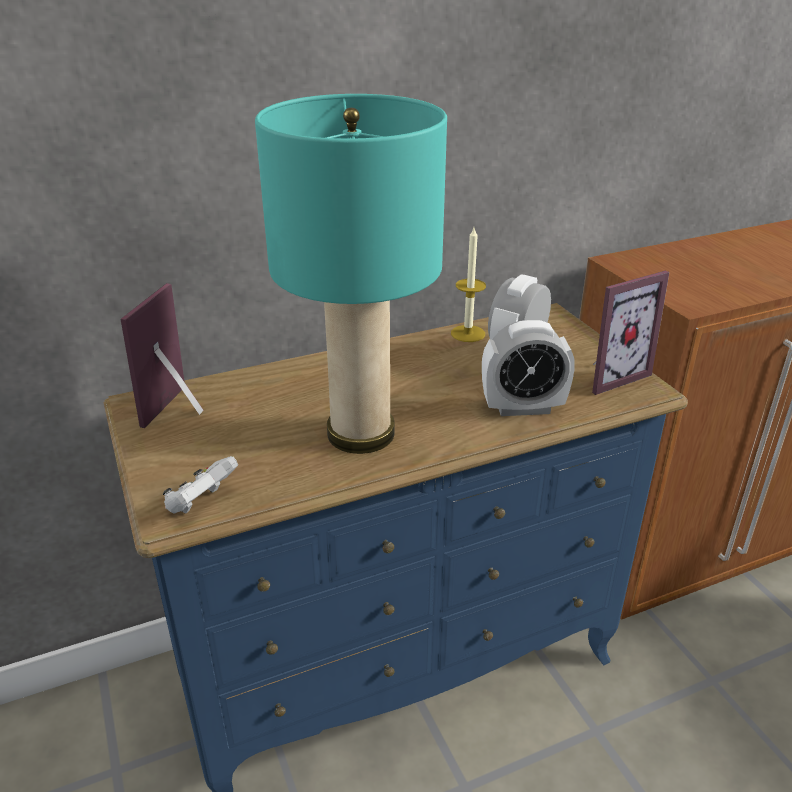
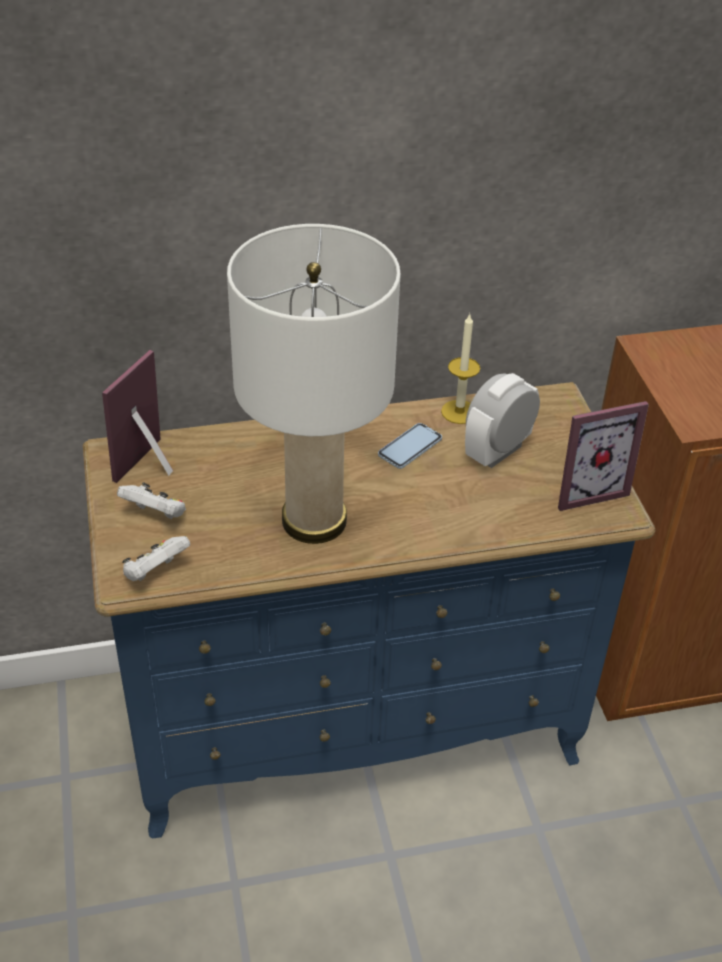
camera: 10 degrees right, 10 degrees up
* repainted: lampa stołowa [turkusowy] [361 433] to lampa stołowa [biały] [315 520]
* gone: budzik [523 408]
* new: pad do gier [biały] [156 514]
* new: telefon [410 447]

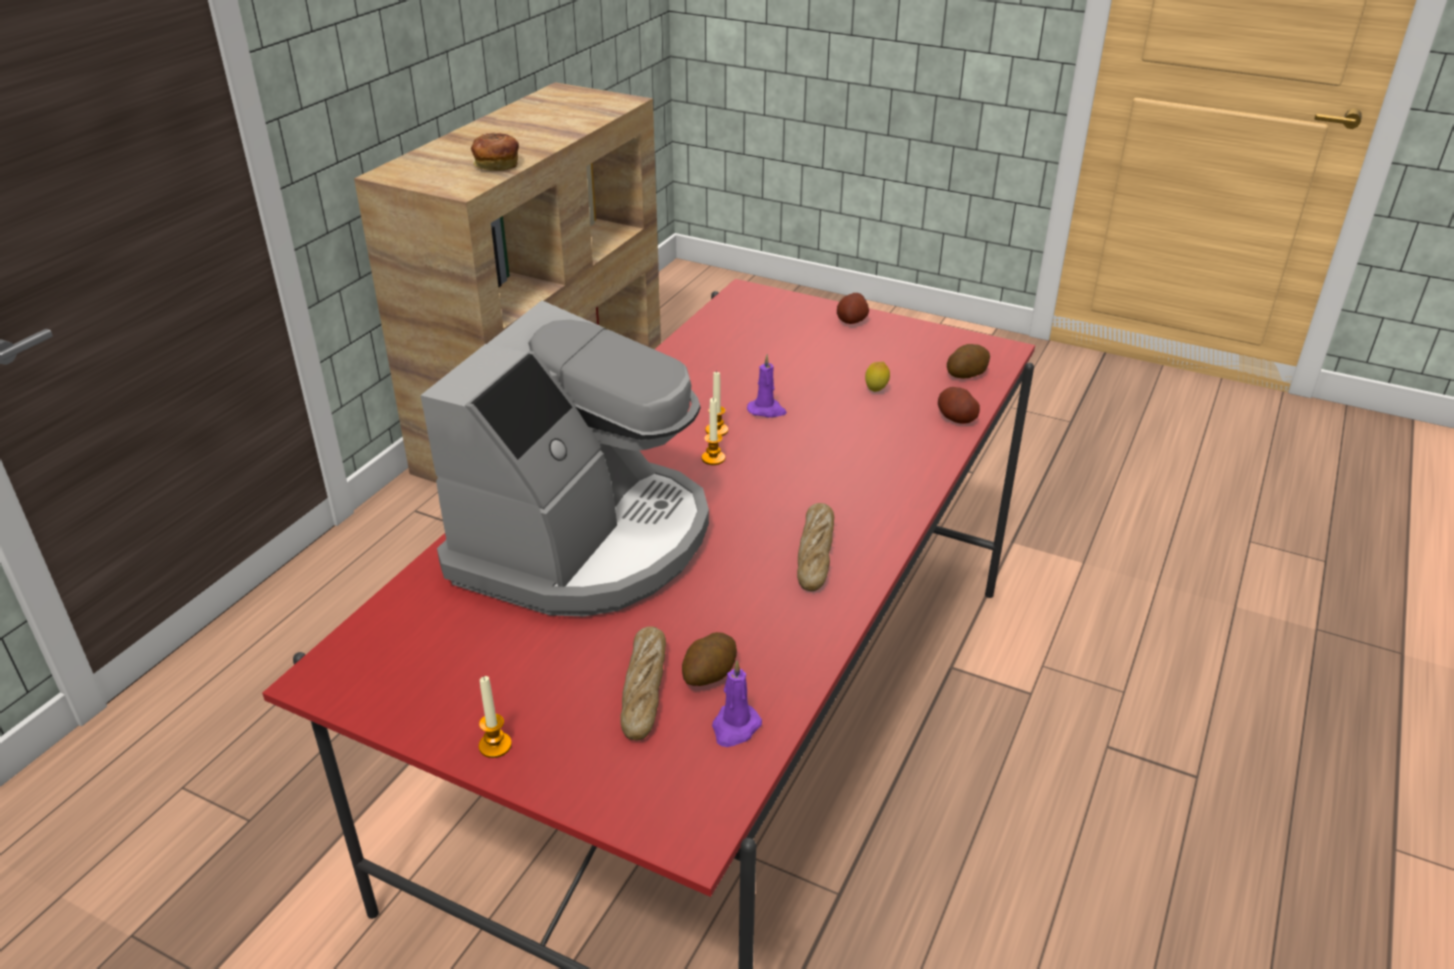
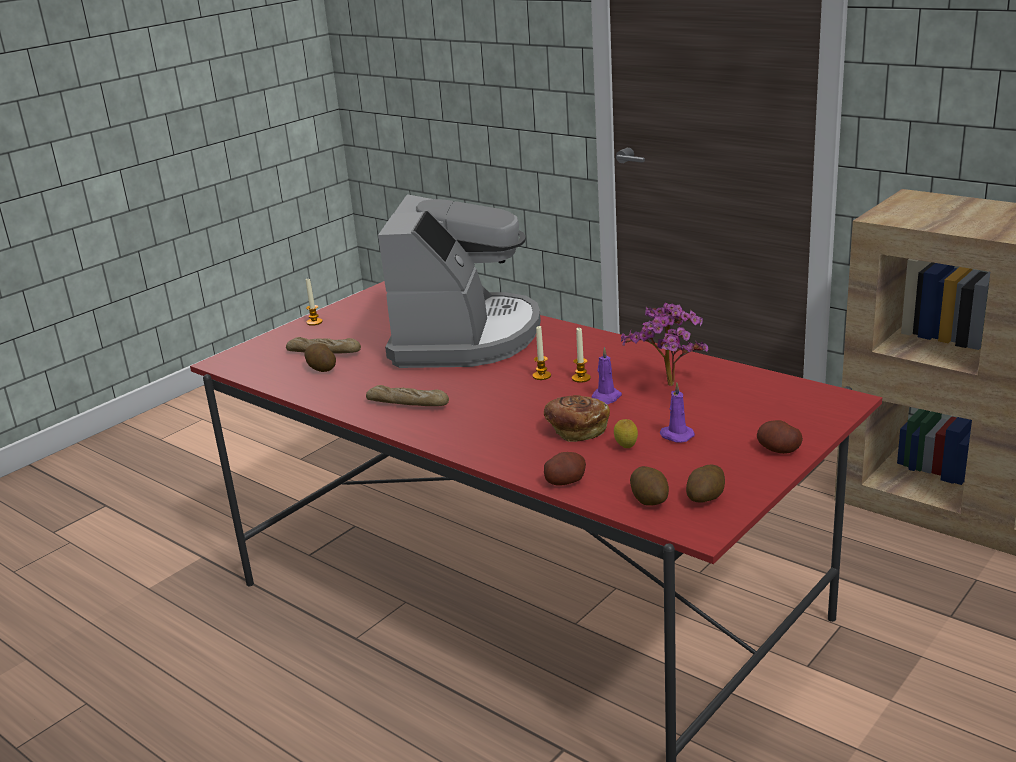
camera: 105 degrees right, 10 degrees down
* rotated: ekspres do kawy [584 541] = [464 337] 120 degrees counterclockwise
* shifted: chleb [496 165] to [576 430]
* shifted: świeca [fioletowy] [735 728] to [675 435]
* new: roślina doniczkowa [668 388]
* new: ziemniak [705 498]

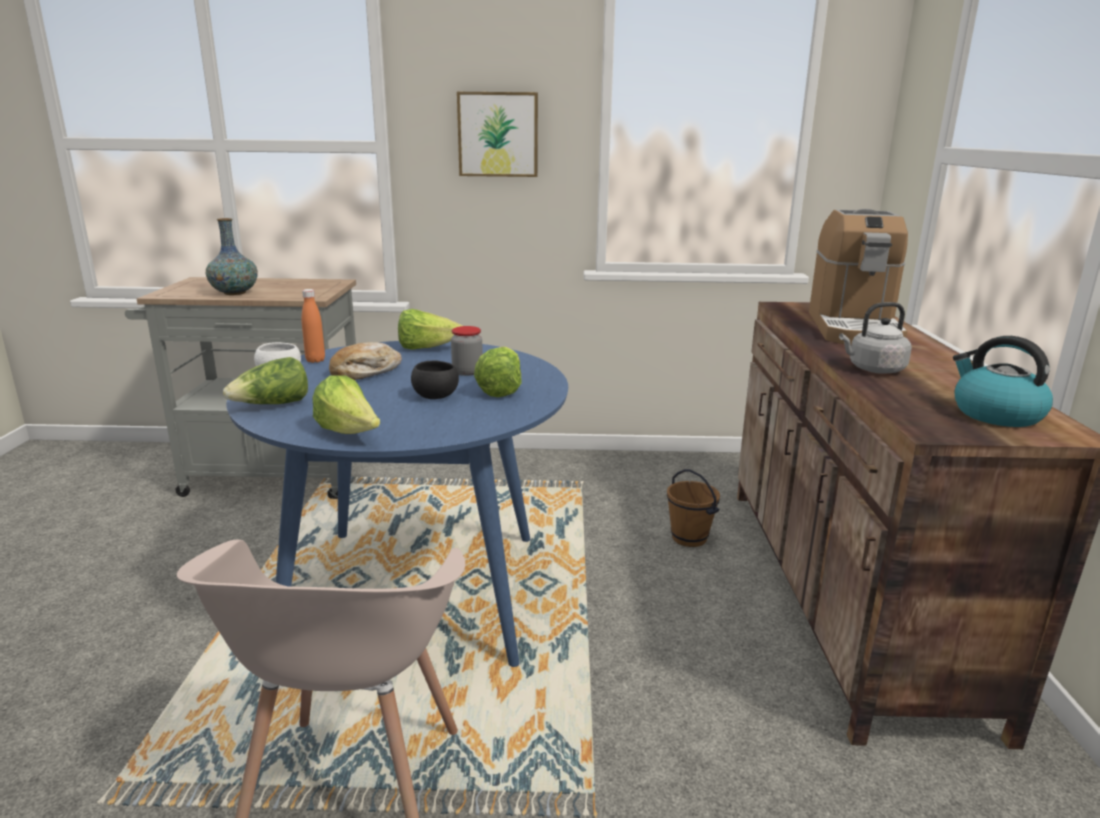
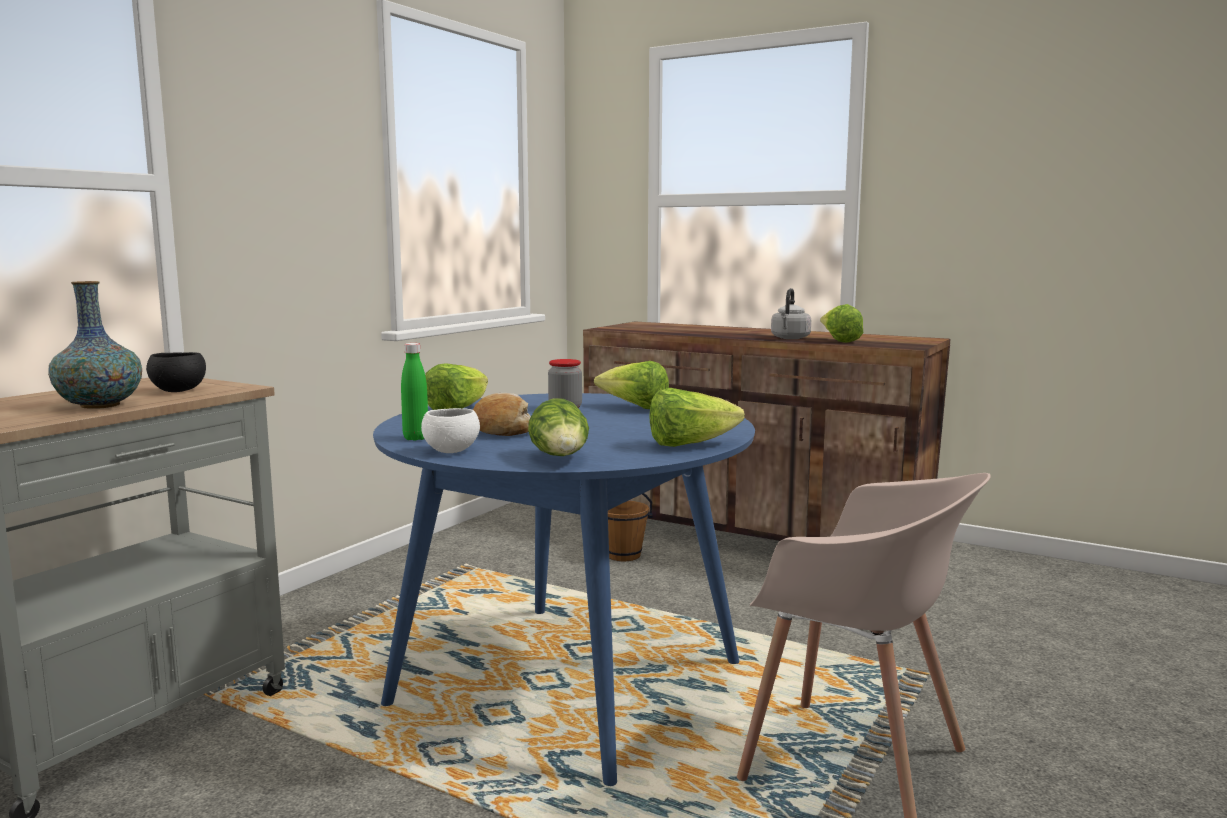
camera: 60 degrees left, 10 degrees down
* repainted: butelka [pomarańczowy] [315 360] to butelka [zielony] [416 438]
* shifted: miska [czarny] [435 397] to [179 391]
* gone: obraz [498 134]
* gone: ekspres do kawy [853 328]
* gone: czajnik [995 414]
* new: sałata [838 341]

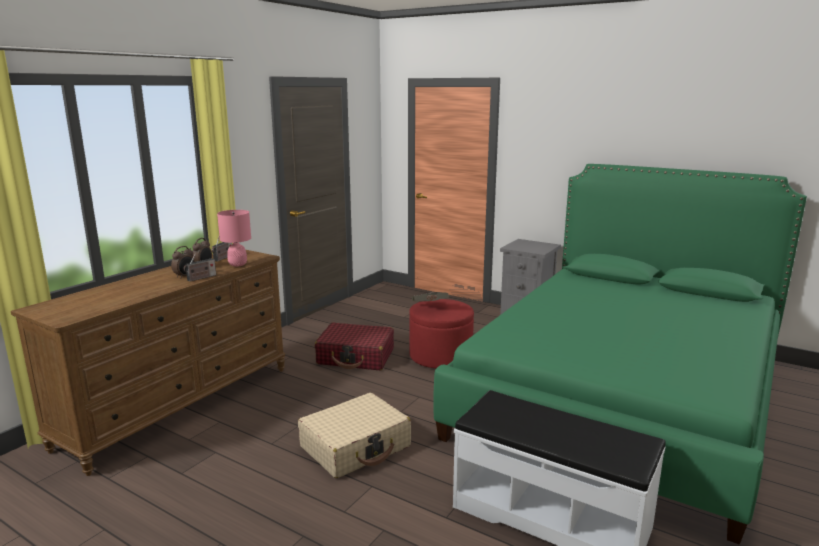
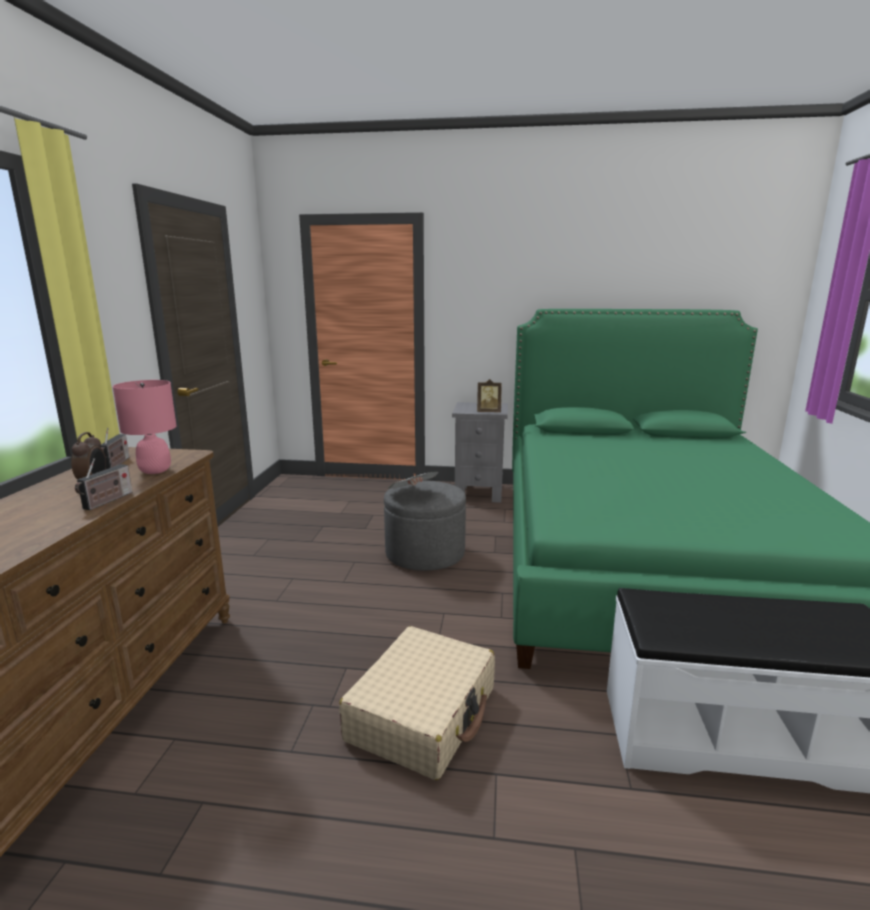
camera: 25 degrees left, 0 degrees up
* gone: budzik [185 276]
* gone: walizka [czerwony] [356 357]
* repainted: pufa [czerwony] [440 356] to pufa [szary] [425 553]
* new: ramka na zdjęcie [488 412]

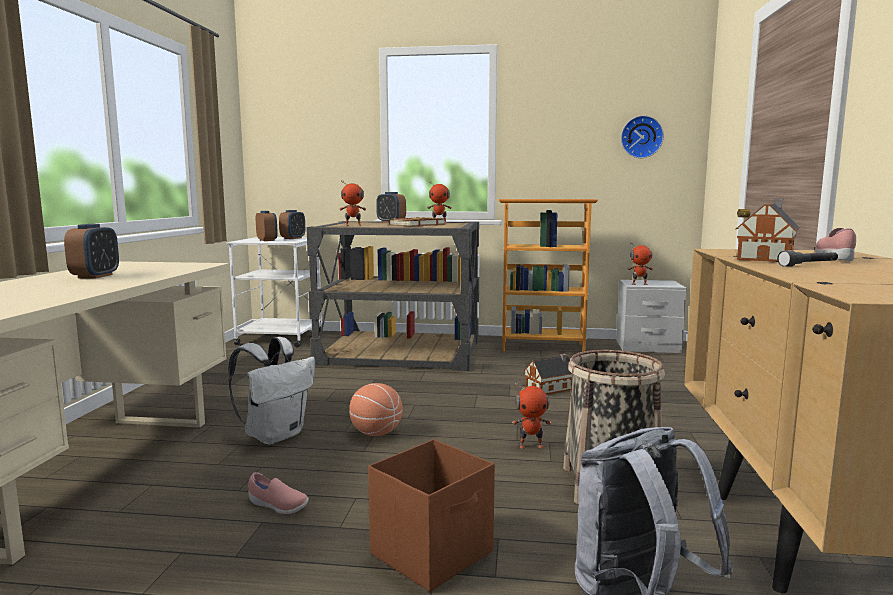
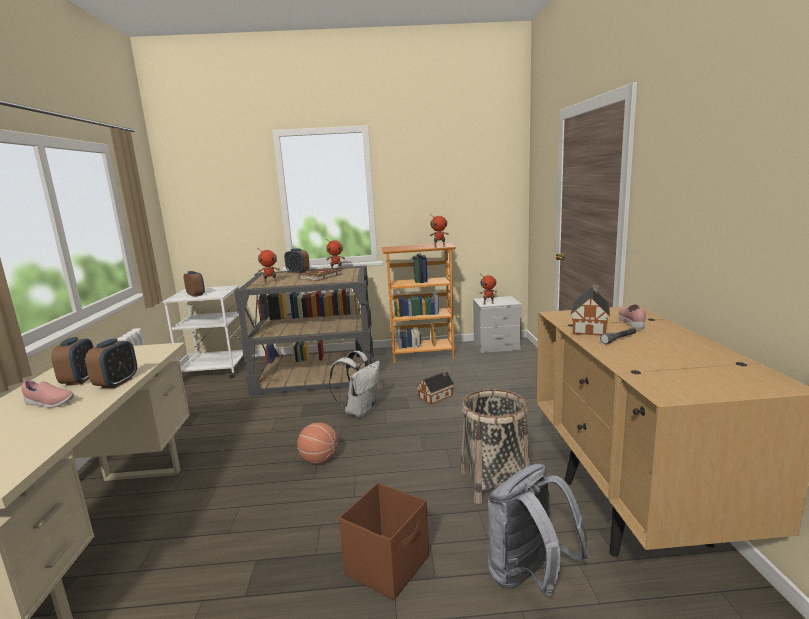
camera: 10 degrees left, 5 degrees up
* shifted: plecak [biały] [275 435] to [360 411]
* shifted: but [różowy] [277 506] to [49 403]
* shifted: budzik [293 238] to [117 383]
* shifted: robot zabawkowy [531 446] to [439 246]
* gone: zegar ścienny [641 137]

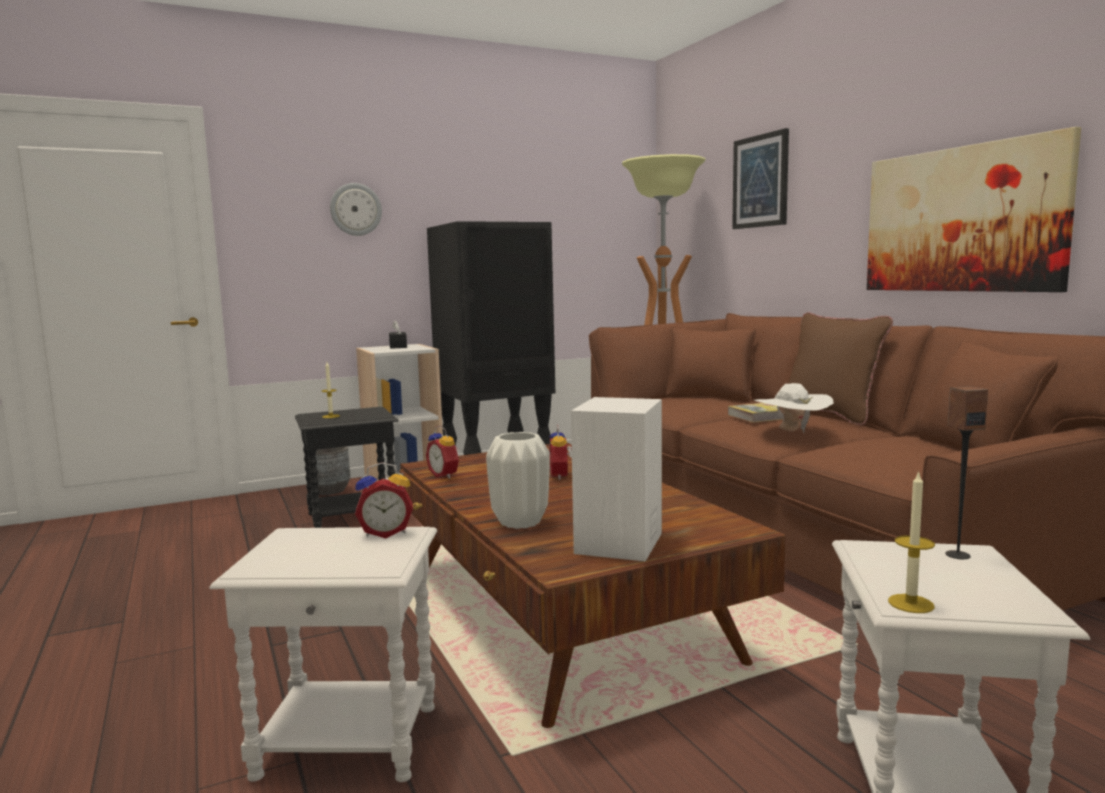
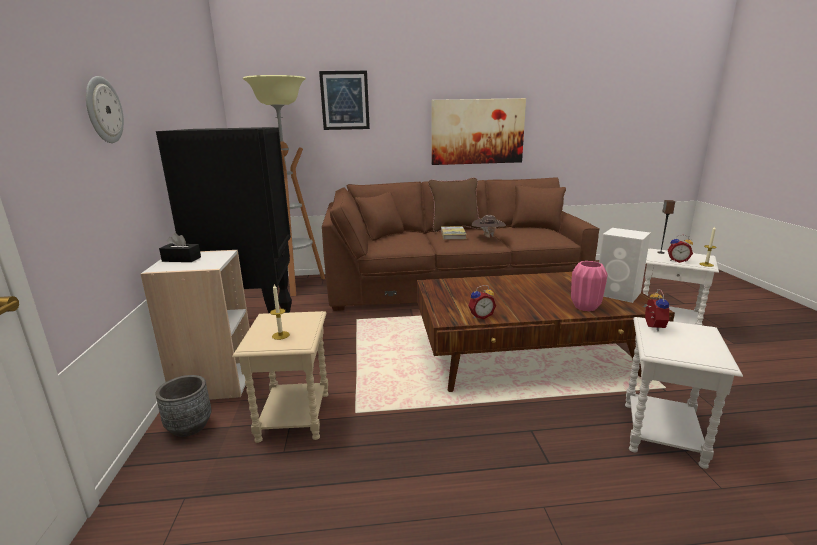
camera: 70 degrees left, 10 degrees up
* repainted: stolik [czarny] [352 517] to stolik [beżowy] [295 415]
* repainted: wazon [biały] [520 523] to wazon [różowy] [586 307]
* shifted: budzik [561 476] to [677 261]
* repainted: kapelusz [biały] [791 431] to kapelusz [brązowy] [488 238]

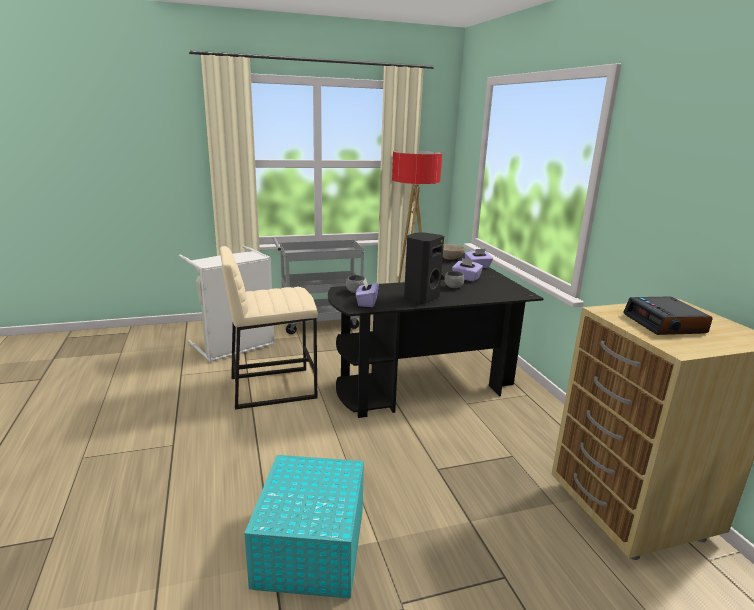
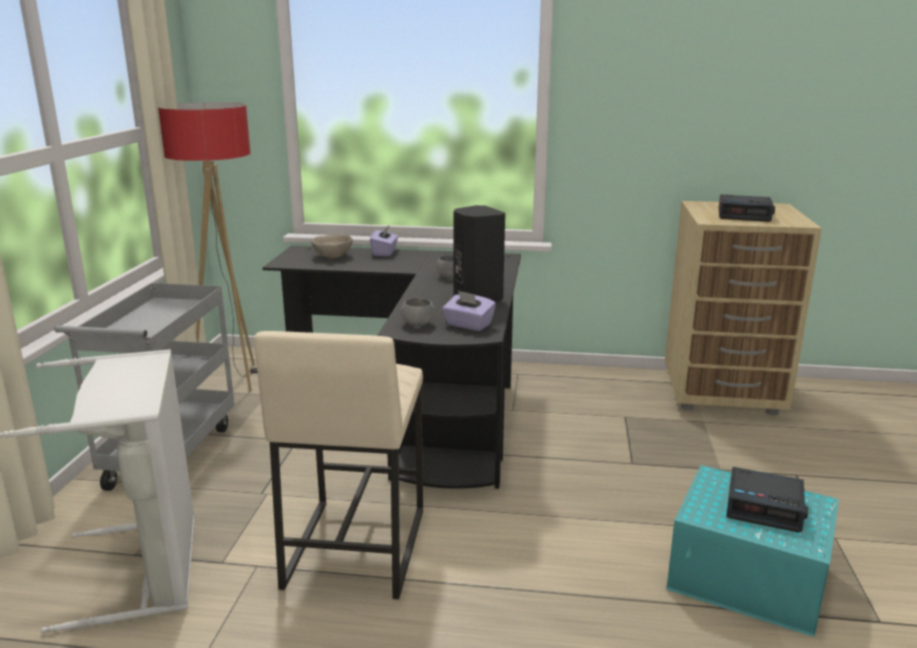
camera: 65 degrees left, 0 degrees up
* gone: pudełko chusteczek [fioletowy] [466 278]
* new: budzik [764 507]

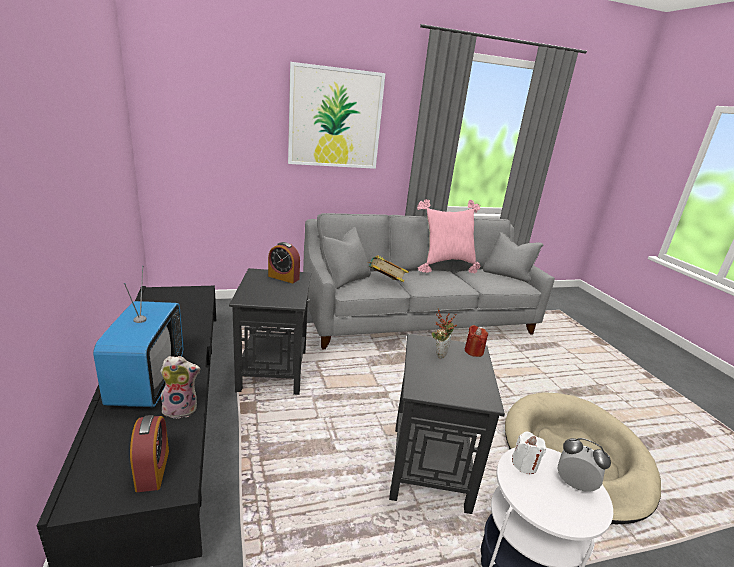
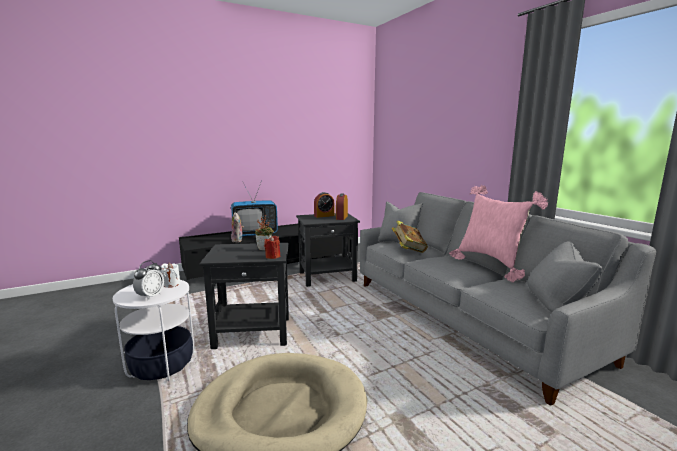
camera: 80 degrees right, 10 degrees down
* shifted: budzik [153 470] to [324 216]
* gone: obraz [335 118]

